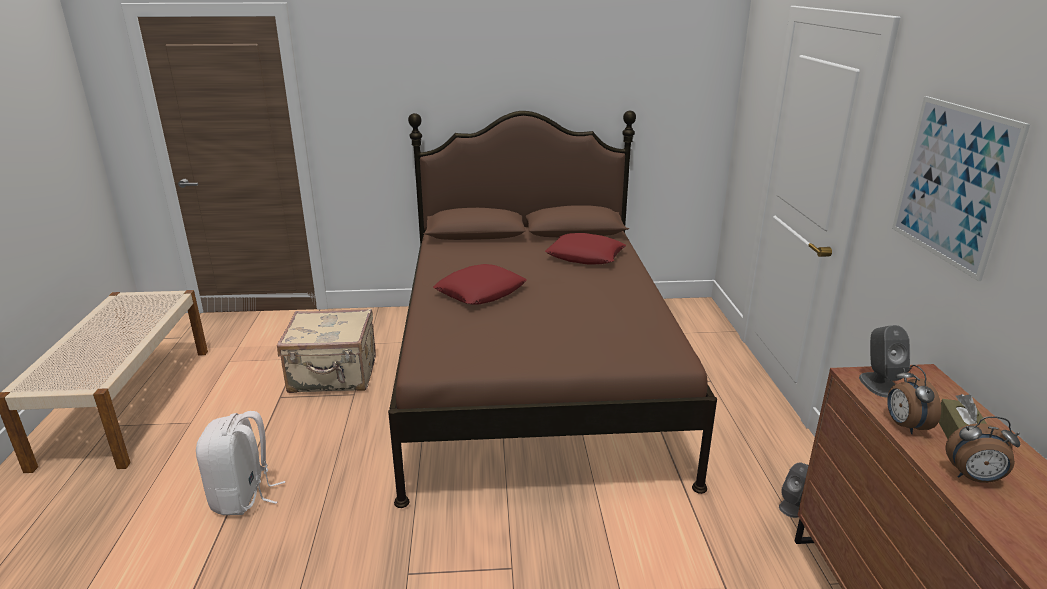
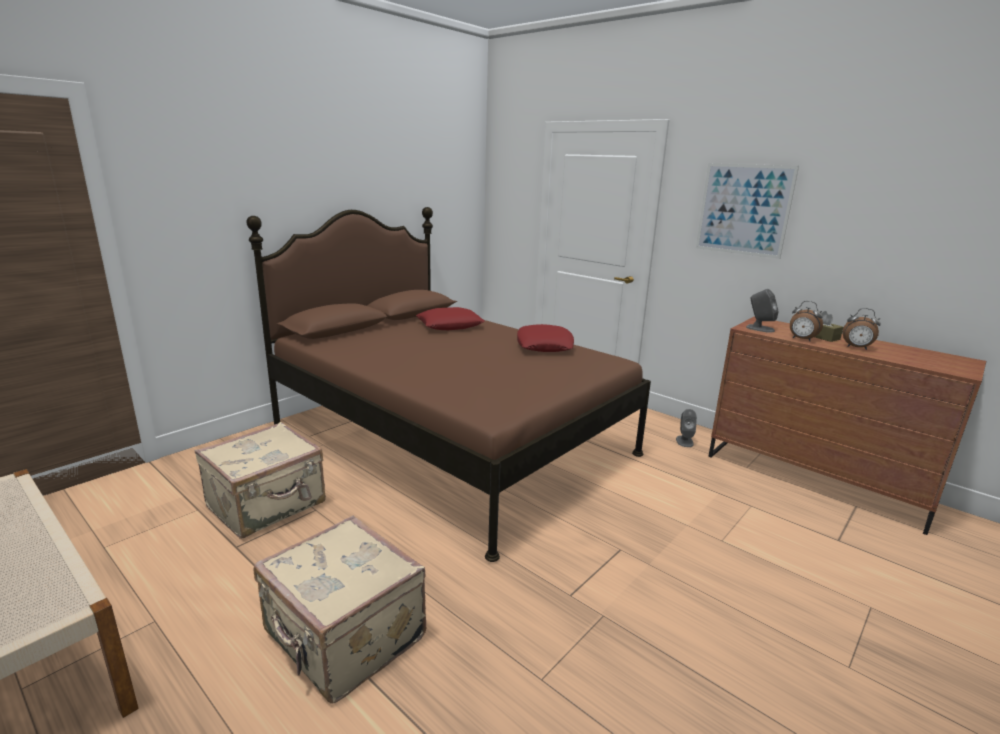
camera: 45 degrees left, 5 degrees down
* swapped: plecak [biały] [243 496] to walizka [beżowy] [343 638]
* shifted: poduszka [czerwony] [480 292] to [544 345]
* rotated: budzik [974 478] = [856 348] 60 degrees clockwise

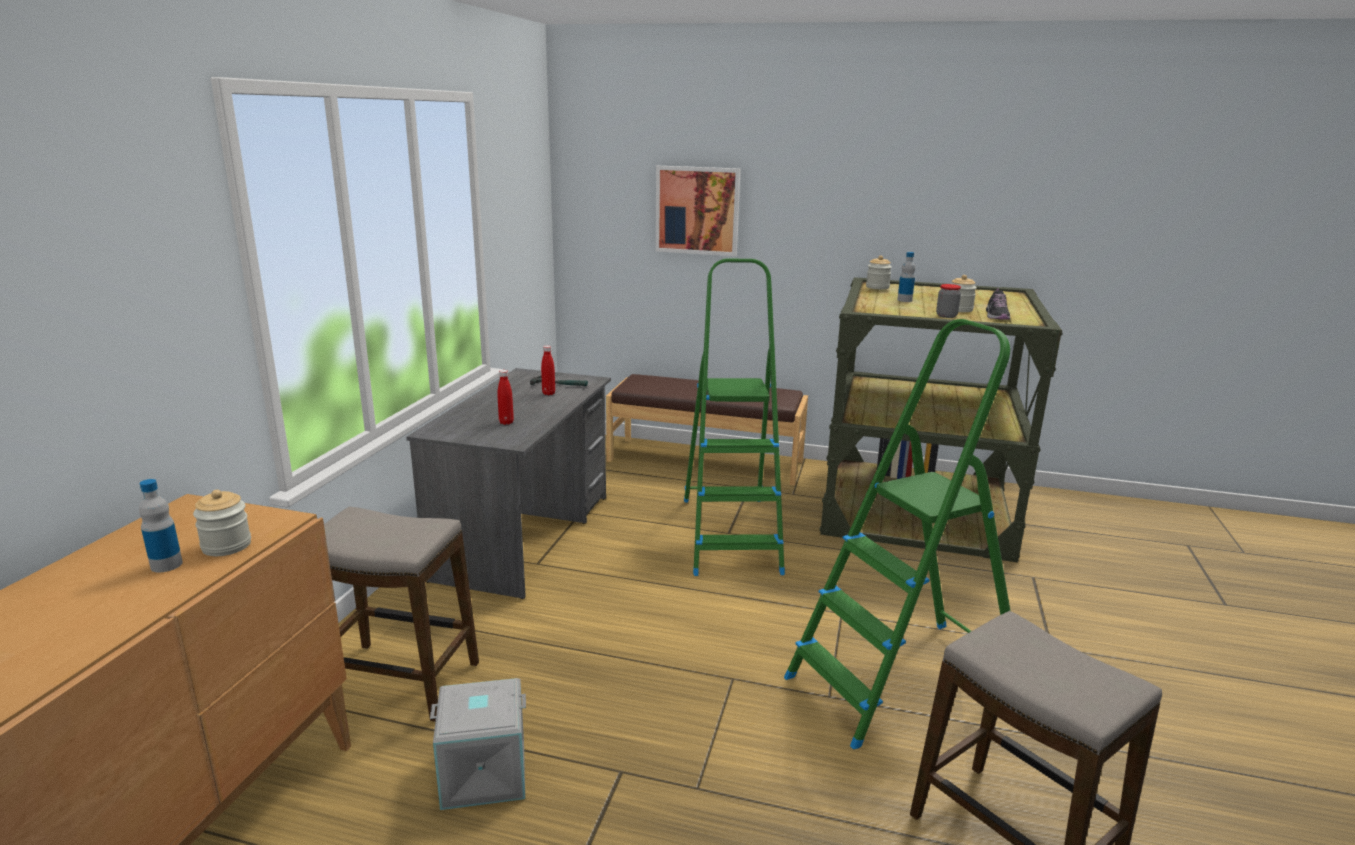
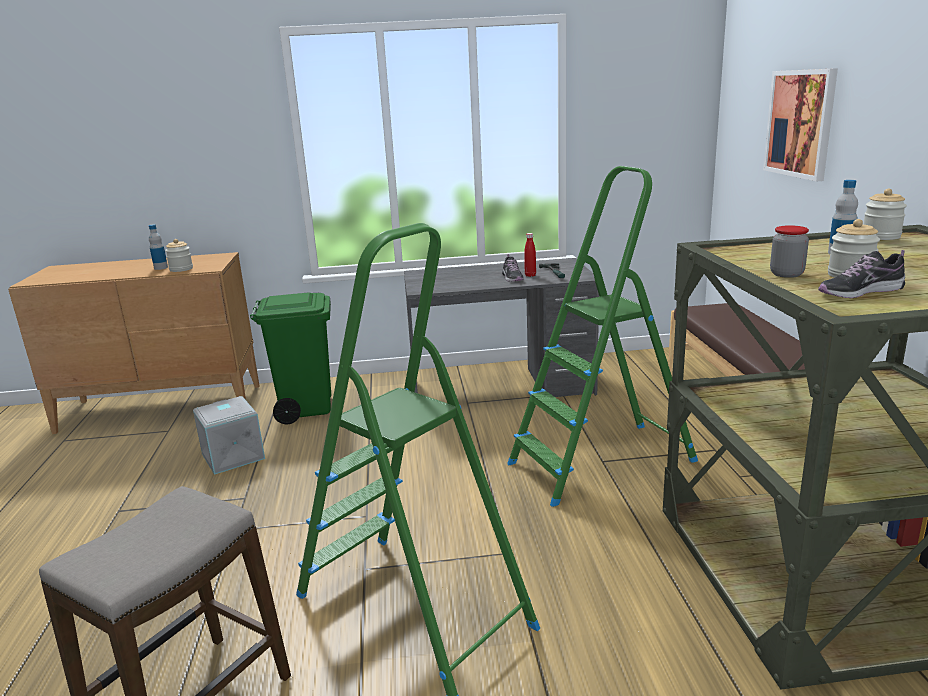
camera: 70 degrees right, 0 degrees up
* swapped: stołek [398 682] to kosz na śmieci [zielony] [306 408]
* gone: butelka [czerwony] [506 422]
* new: but [512 278]

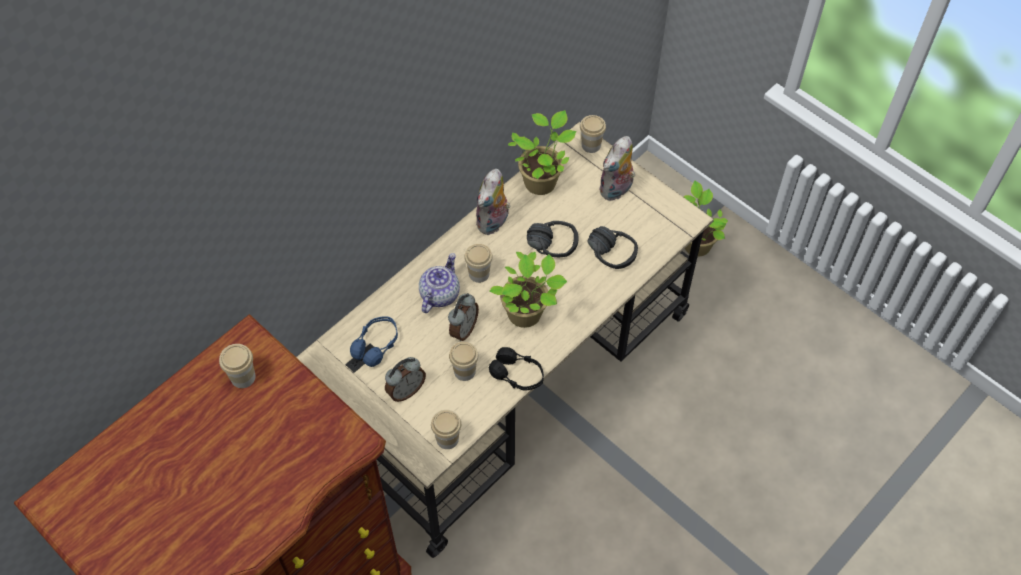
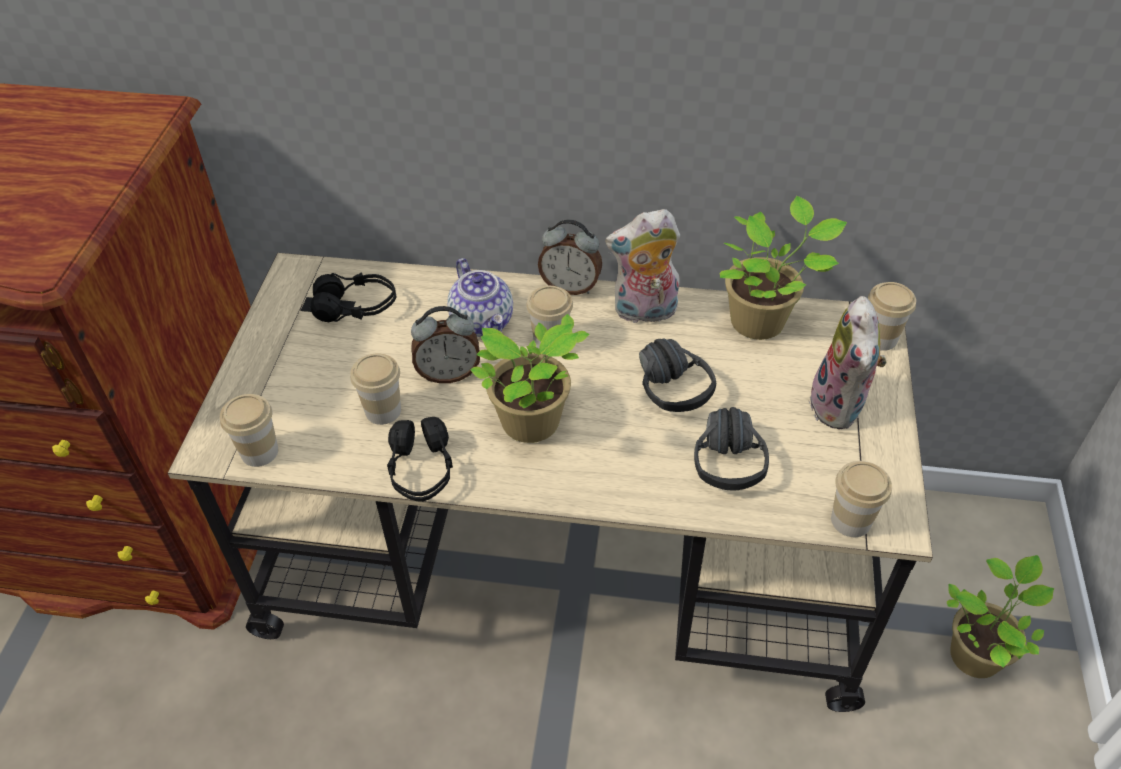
camera: 55 degrees right, 10 degrees down
* shifted: filiżanka [243 377] to [851 520]
* repainted: słuchawki [niebieski] [376 345] to słuchawki [czarny] [356 307]
* shifted: budzik [406 390] to [570 286]
* rotated: imbryk [439 294] = [483 322] 75 degrees clockwise
* rotated: pluszak [616 190] = [840 407] 90 degrees counterclockwise

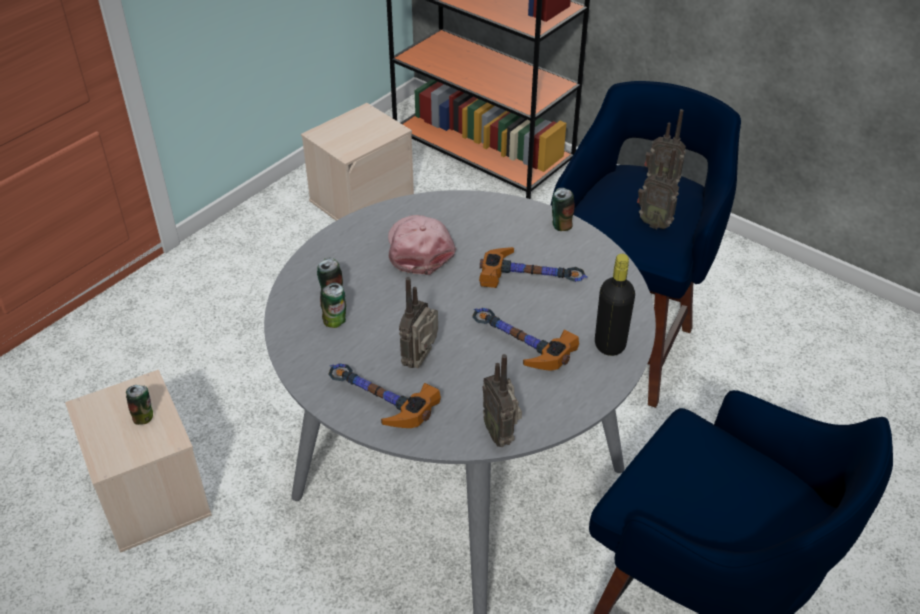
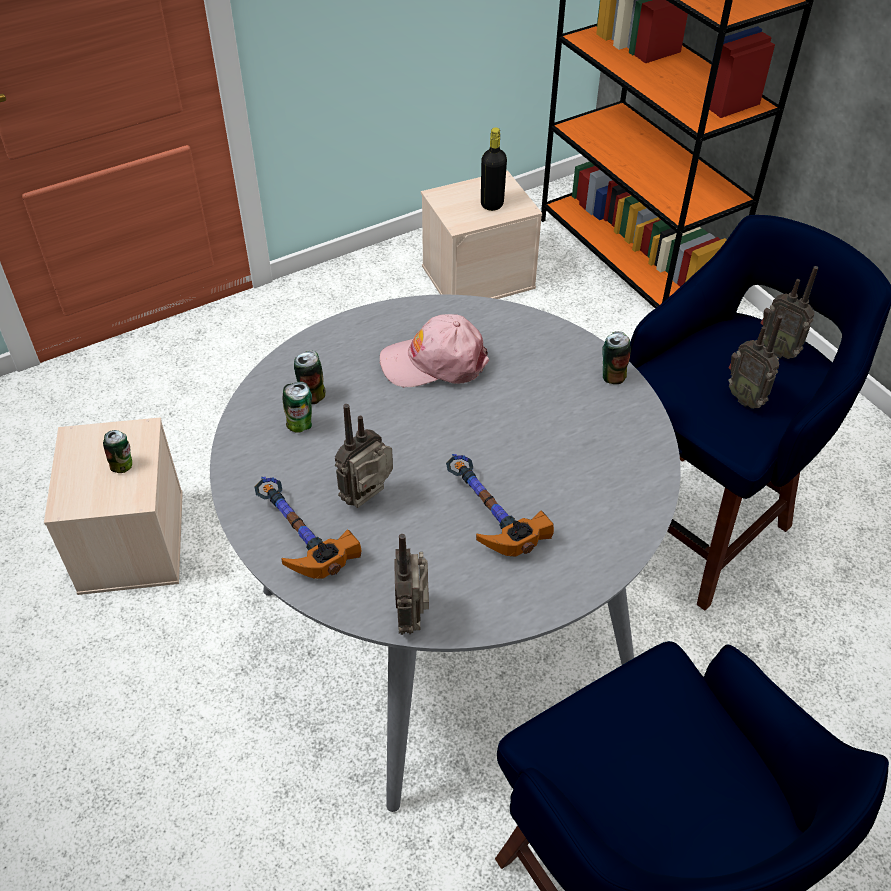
camera: 20 degrees right, 5 degrees up
* rotated: czapka z daszkiem [różowy] [419 248] = [434 362] 105 degrees counterclockwise
* gone: młotek [533 279]
* shifted: butelka [czarny] [610 345] to [492 204]

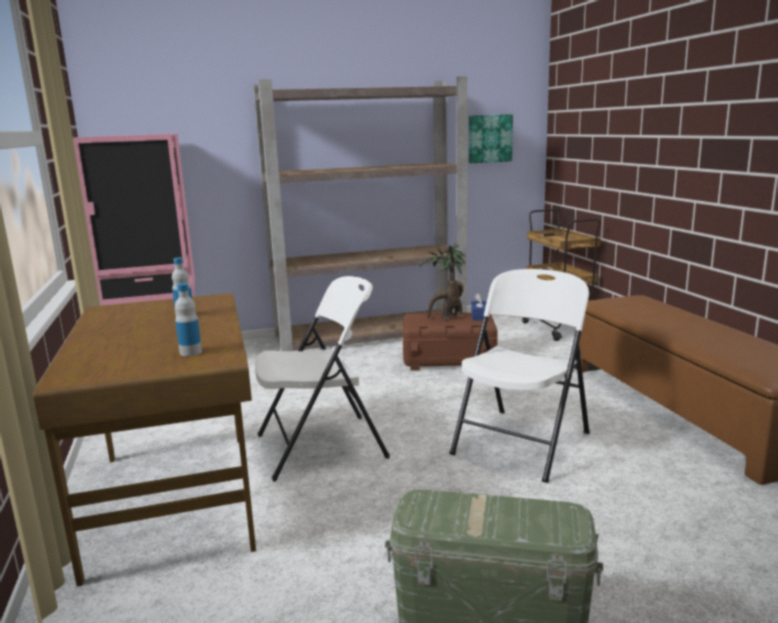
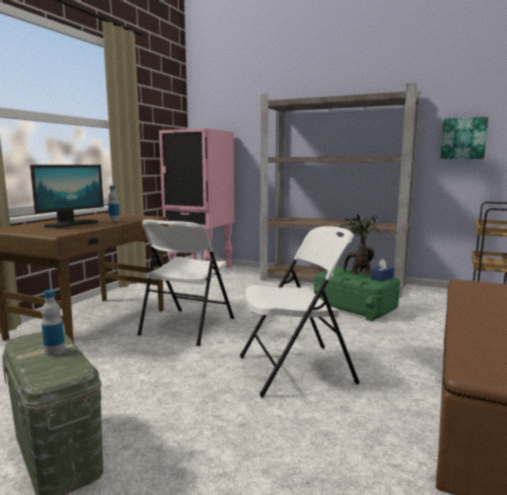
camera: 40 degrees right, 5 degrees down
* shifted: butelka [190 352] to [54 351]
* rotated: krzesło [biały] [321 446] = [187 326] 90 degrees clockwise
* repainted: pojemnik do przechowywania [brązowy] [449 359] to pojemnik do przechowywania [zielony] [355 308]
* new: monitor [72 224]

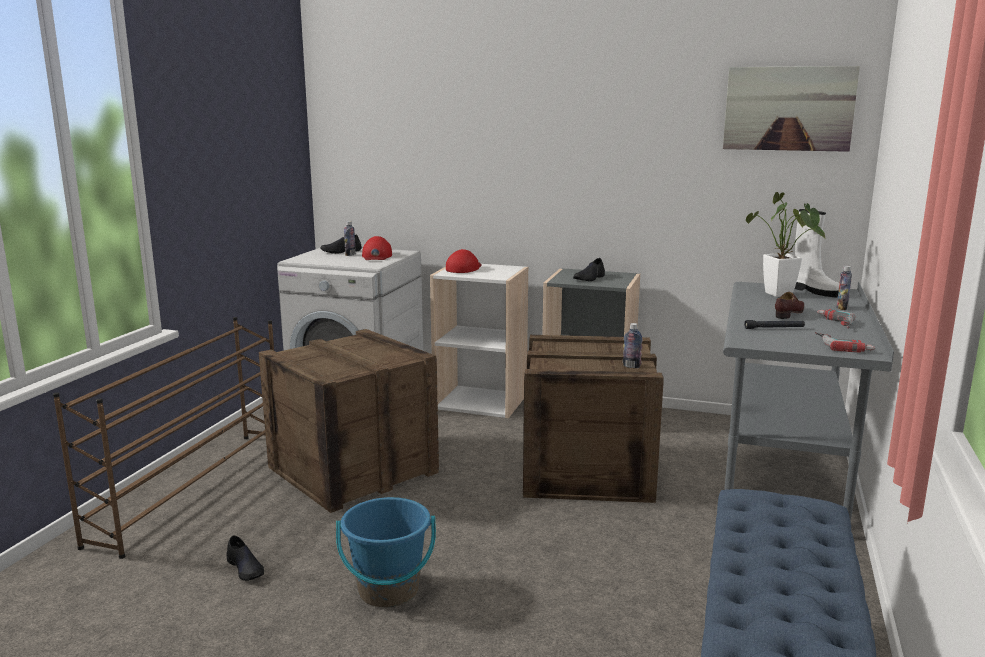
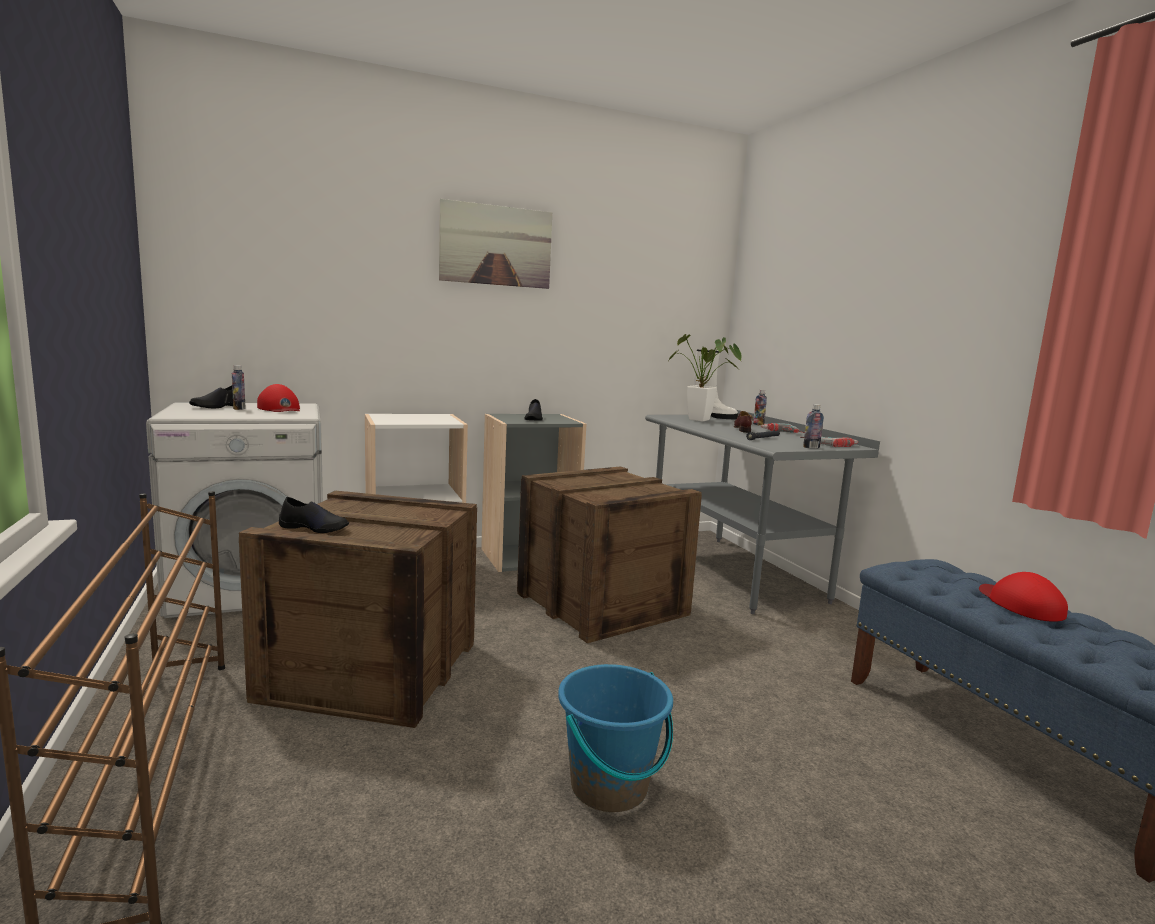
camera: 40 degrees left, 5 degrees down
* shifted: but [czarny] [245 568] to [314 528]
* shifted: czapka z daszkiem [czerwony] [464 268] to [1020 604]
* shifted: butelka [631 366] to [811 447]
* shifted: obraz [788 108] to [496 245]

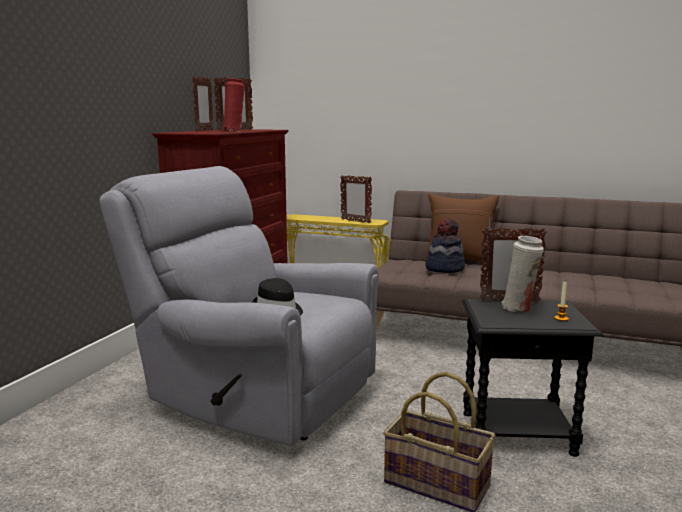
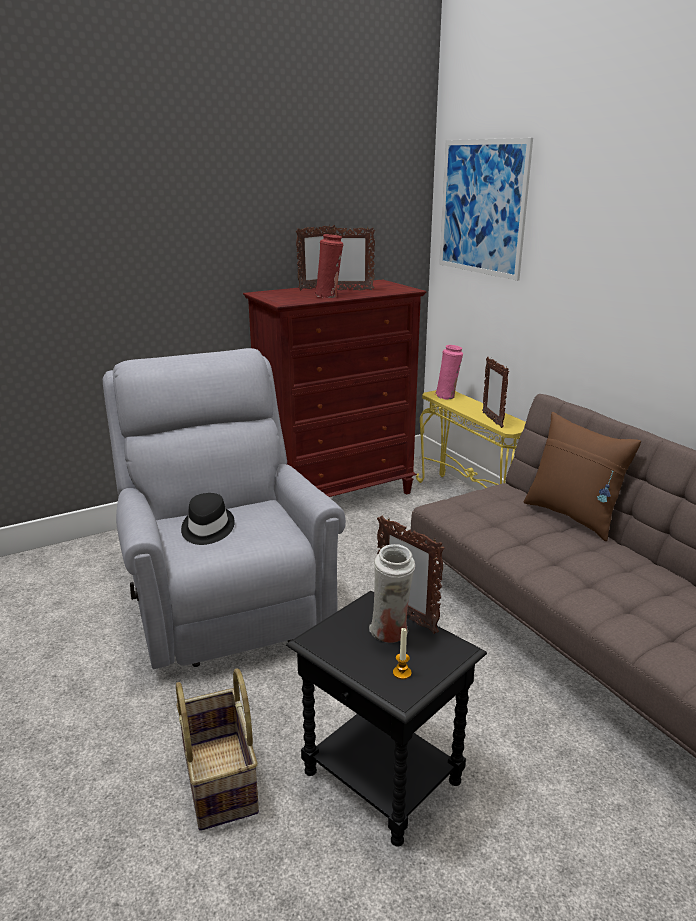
camera: 40 degrees right, 10 degrees up
* gone: kapelusz [444 268]
* new: wazon [różowy] [447 396]
* new: obraz [482 207]

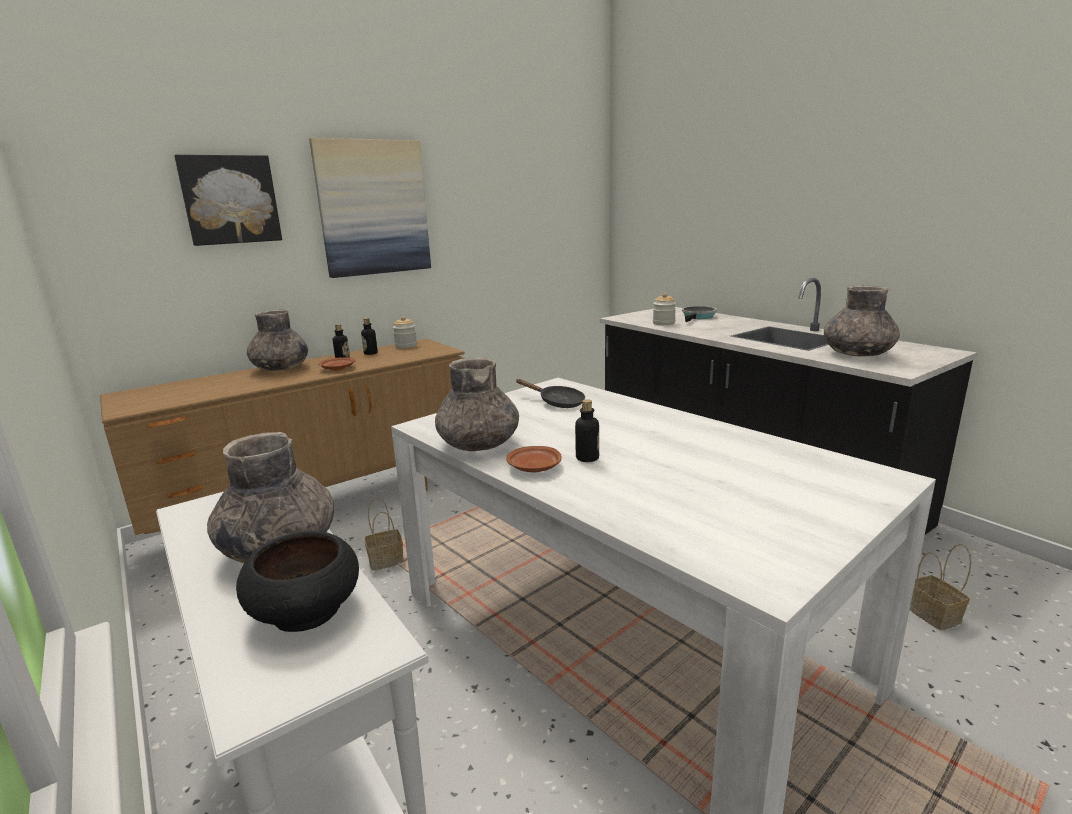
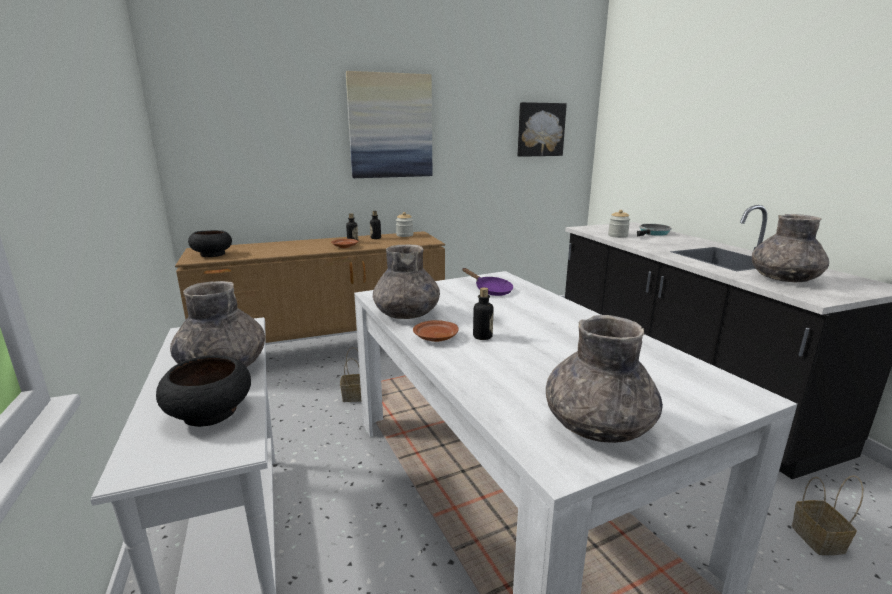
camera: 15 degrees right, 0 degrees up
* shifted: obraz [230 200] to [540 130]
* shifted: wazon [szary] [281 369] to [597 427]
* repainted: patelnia [czarny] [557 402] to patelnia [fioletowy] [490 290]
* new: miska [czarny] [212 254]

